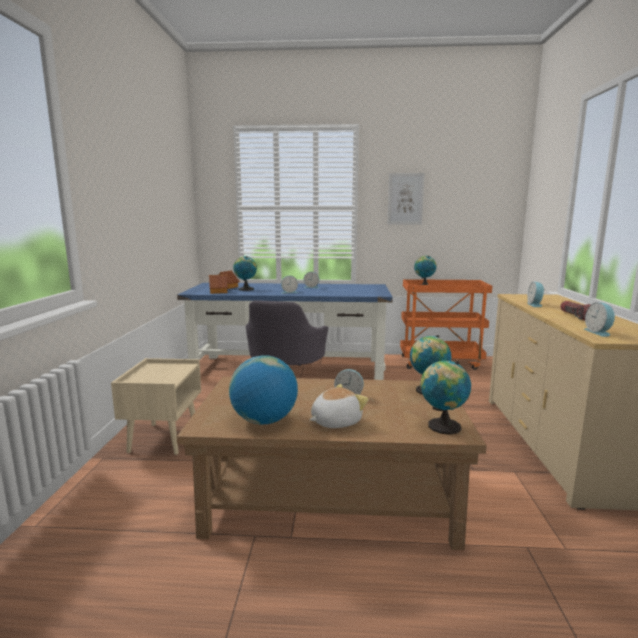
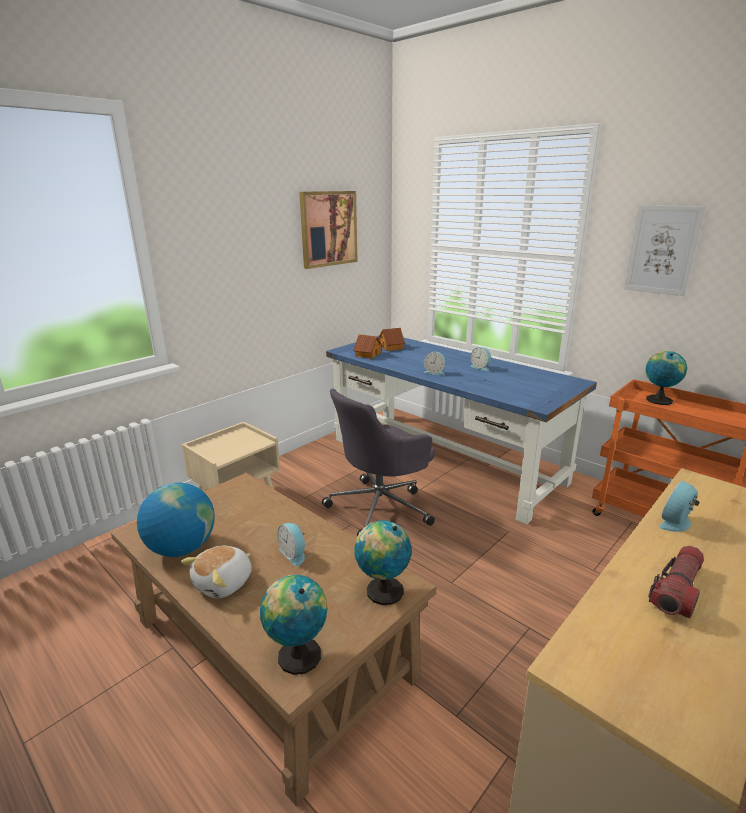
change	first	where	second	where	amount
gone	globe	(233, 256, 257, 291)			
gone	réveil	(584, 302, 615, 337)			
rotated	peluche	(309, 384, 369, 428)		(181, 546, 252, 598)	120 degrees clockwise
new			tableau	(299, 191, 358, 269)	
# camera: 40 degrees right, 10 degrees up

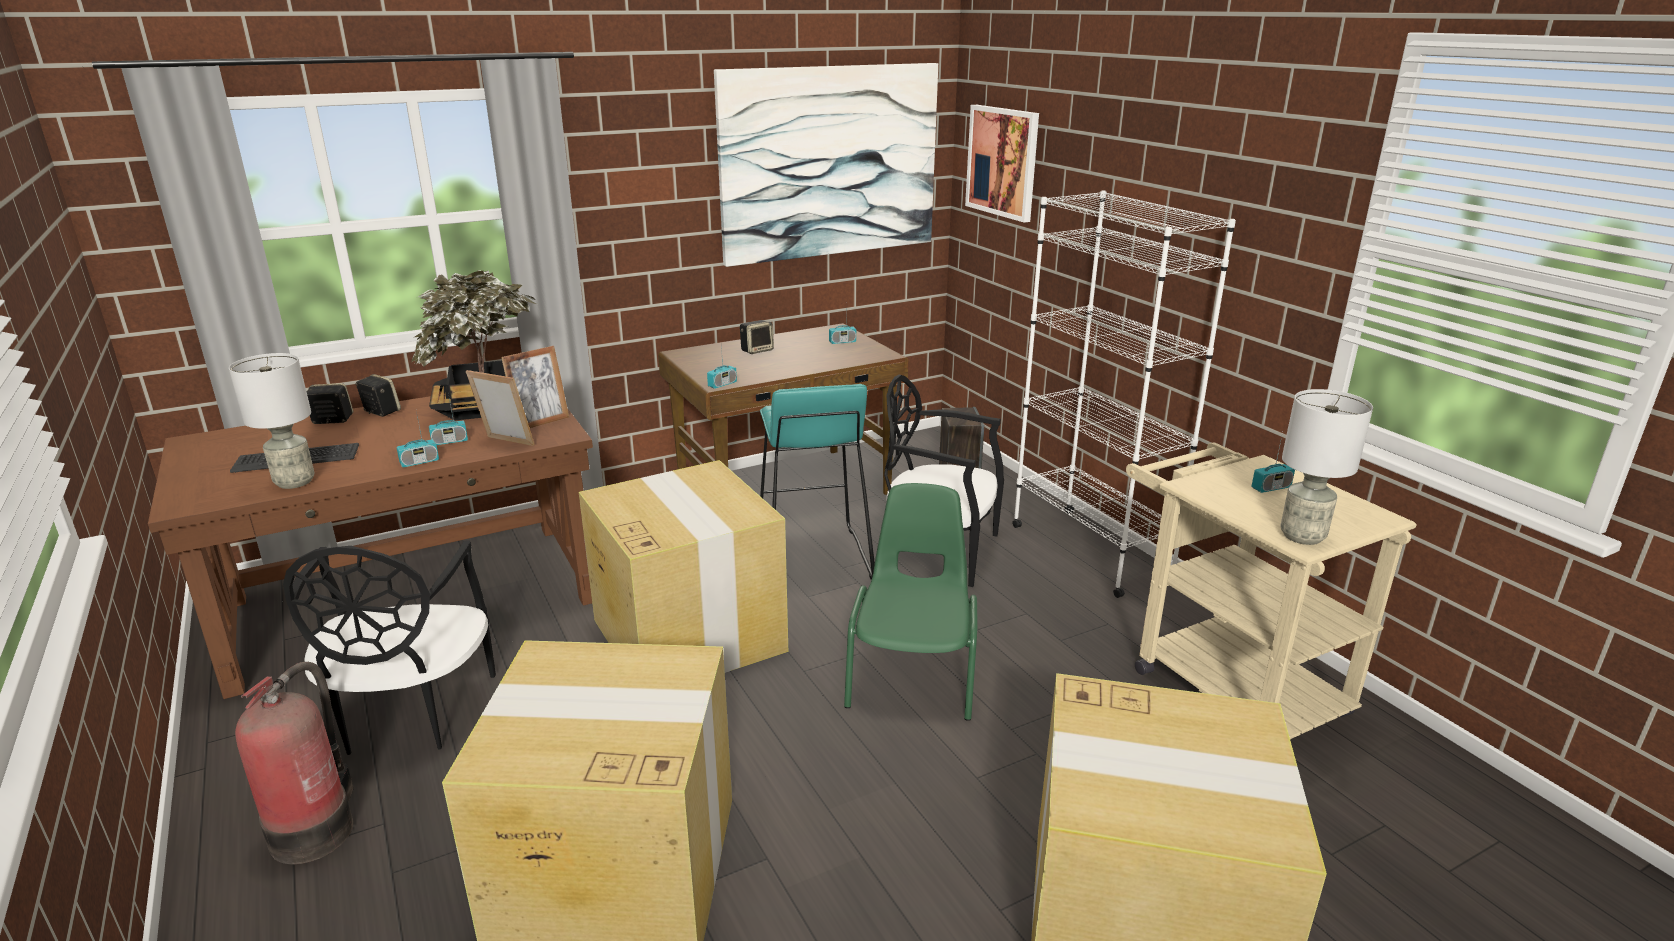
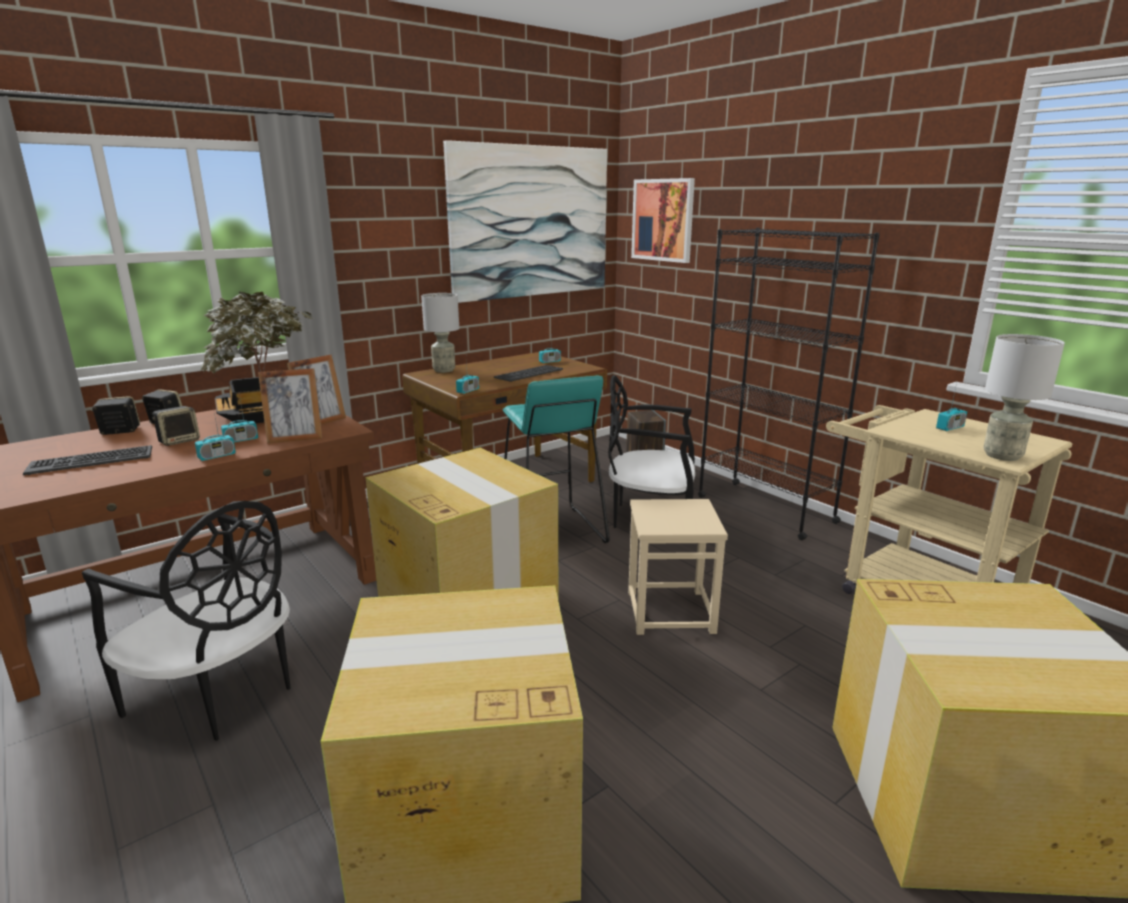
change	first	where	second	where	amount
repainted	bibliothèque/blanc	(1012, 190, 1236, 598)	bibliothèque/noir	(698, 228, 880, 540)	
shifted	enceinte	(740, 320, 774, 354)		(153, 406, 200, 446)	
shifted	lampe de table/gris	(229, 353, 314, 489)		(421, 293, 459, 373)	
rotated	cadre photo	(466, 370, 535, 446)		(258, 368, 322, 444)	150 degrees clockwise
swapped	chaise/vert	(844, 483, 978, 721)	tabouret/beige	(628, 499, 728, 635)	
rotated	chaise/noir	(283, 541, 496, 755)		(82, 501, 291, 741)	45 degrees counterclockwise
gone	extincteur	(235, 662, 354, 865)			
new			clavier	(494, 365, 563, 382)	
# camera: 10 degrees left, 5 degrees down

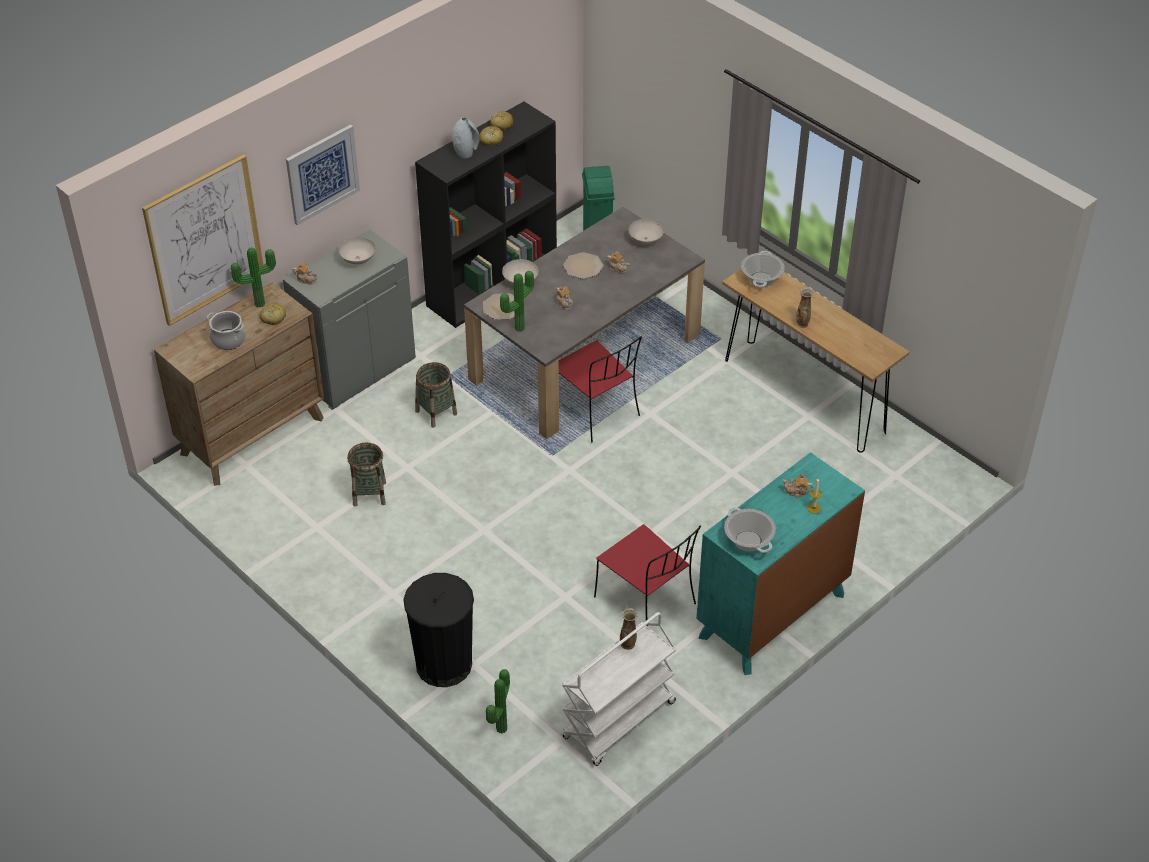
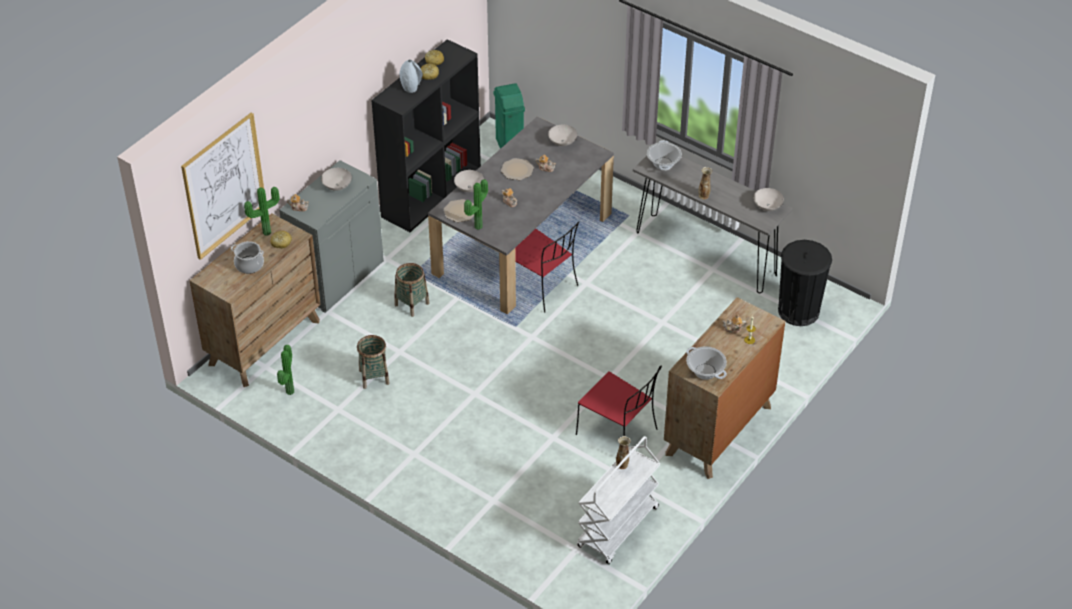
change	first	where	second	where	amount
gone	tableau	(286, 124, 360, 225)			
repainted	table console/marron	(722, 269, 910, 453)	table console/gris	(633, 156, 793, 293)	
repainted	commode/turquoise	(696, 452, 865, 675)	commode/marron	(664, 297, 785, 479)	
shifted	poubelle/noir	(403, 573, 474, 687)		(778, 240, 832, 326)	
shifted	plante en pot	(486, 669, 510, 734)		(277, 344, 294, 395)	
new			bol/blanc	(753, 188, 784, 211)	
# camera: 10 degrees left, 0 degrees up

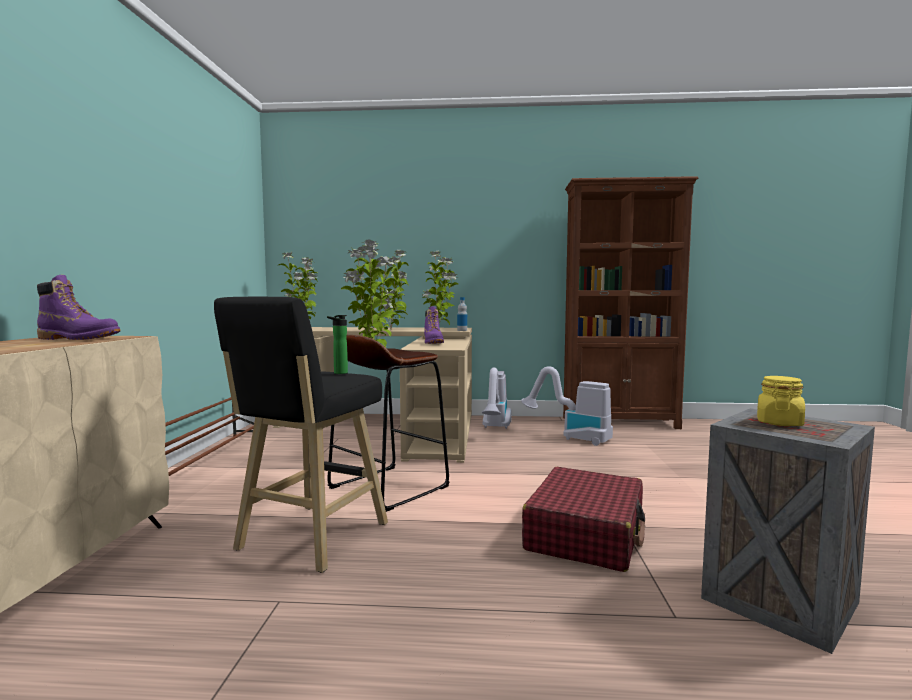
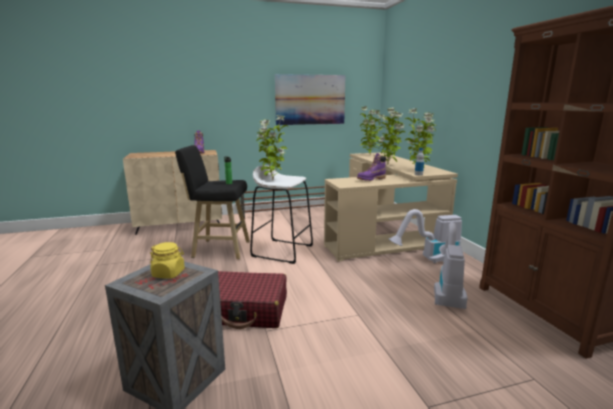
change	first	where	second	where	amount
repainted	tabouret/marron	(327, 335, 450, 512)	tabouret/blanc	(250, 165, 313, 264)	
new			tableau	(275, 74, 346, 125)	
# camera: 70 degrees right, 10 degrees up

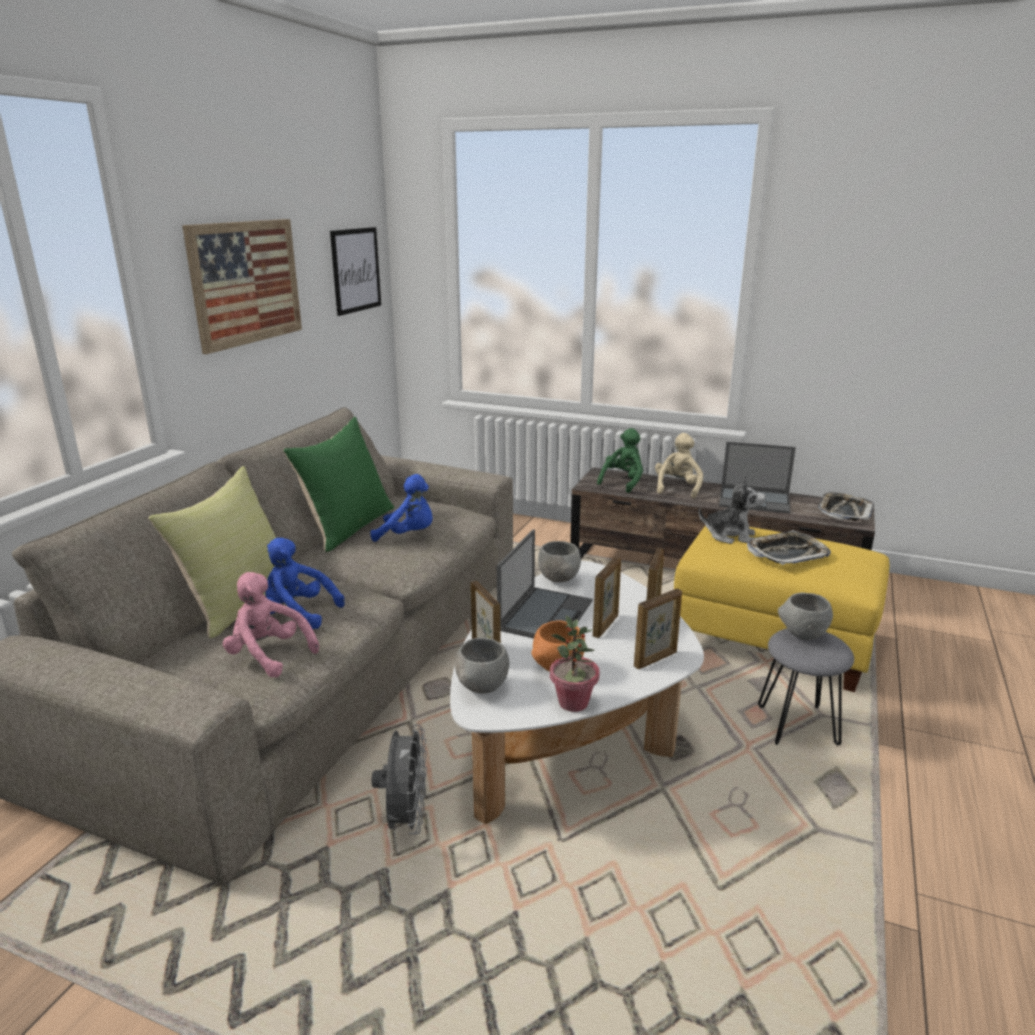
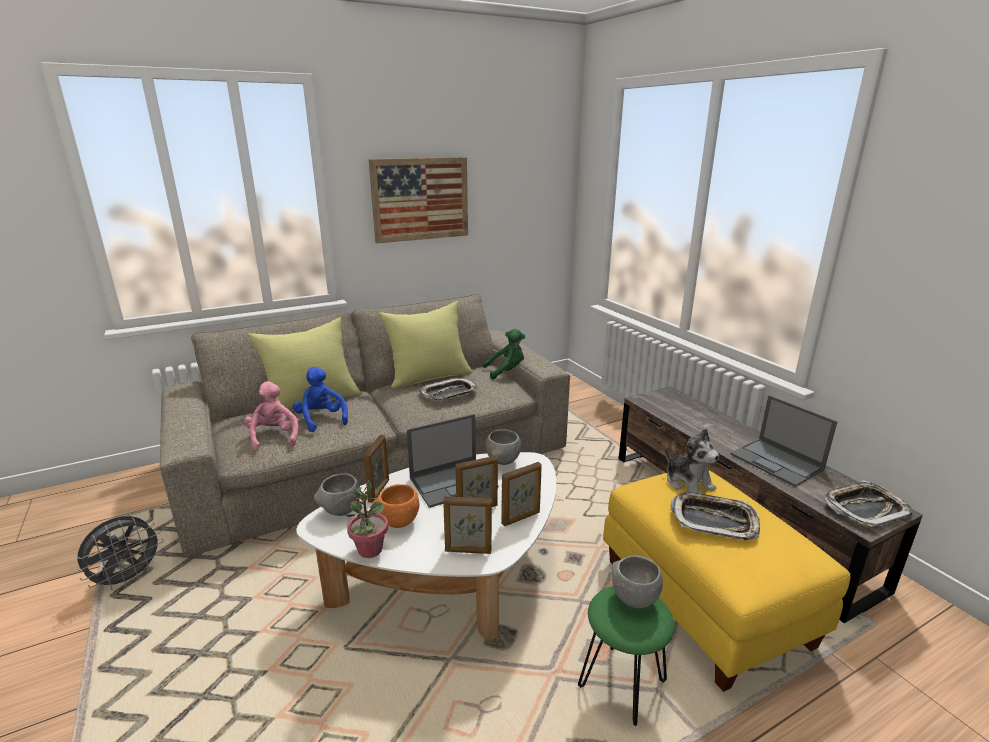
change	first	where	second	where	amount
gone	tableau	(330, 227, 381, 316)			
repainted	coussin/vert	(283, 417, 394, 552)	coussin/jaune	(378, 301, 473, 388)	
shifted	peluche/vert	(597, 428, 643, 493)		(483, 329, 525, 379)	
gone	peluche/beige	(655, 433, 703, 499)			
swapped	peluche/bleu	(370, 474, 433, 542)	plateau	(419, 378, 478, 400)	
repainted	tabouret/gris	(758, 628, 854, 746)	tabouret/vert	(578, 586, 675, 726)	
shifted	ventilateur/gris	(372, 724, 427, 834)		(76, 516, 164, 590)	
# camera: 40 degrees right, 0 degrees up

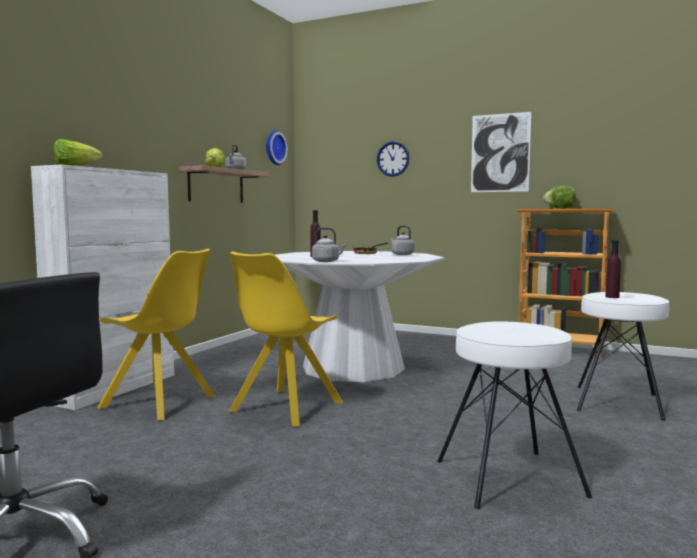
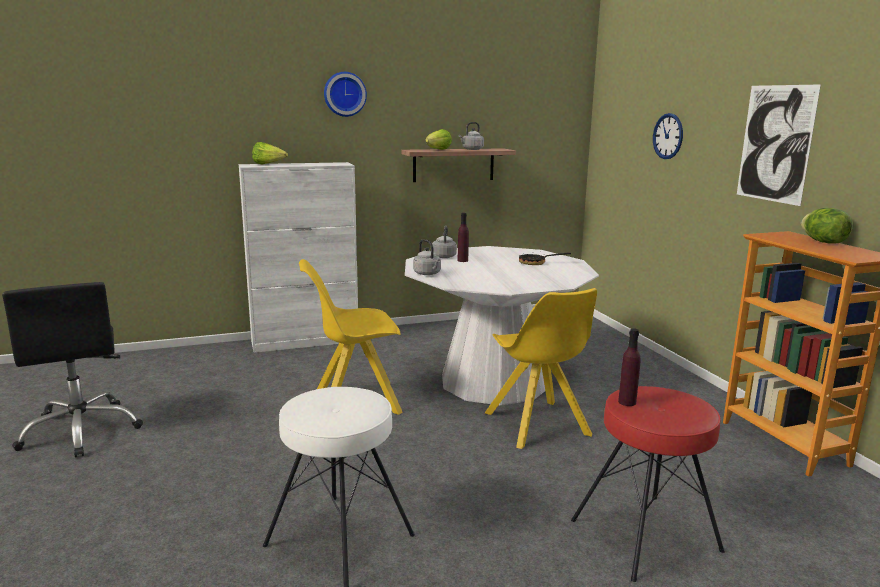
change	first	where	second	where	amount
shifted	horloge murale	(266, 130, 288, 165)		(324, 72, 367, 117)	
shifted	bouilloire/gris	(391, 225, 415, 255)		(432, 226, 457, 258)	
shifted	chaise/jaune	(98, 248, 216, 420)		(485, 288, 597, 449)	
repainted	tabouret/blanc	(577, 292, 669, 421)	tabouret/rouge	(571, 386, 725, 582)	
# camera: 45 degrees right, 10 degrees up

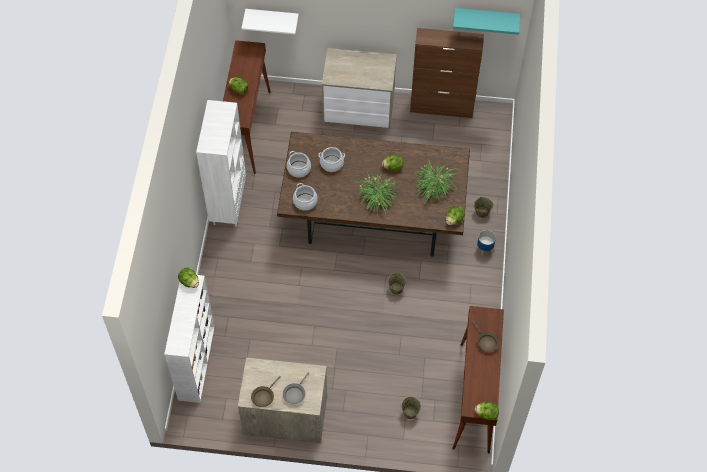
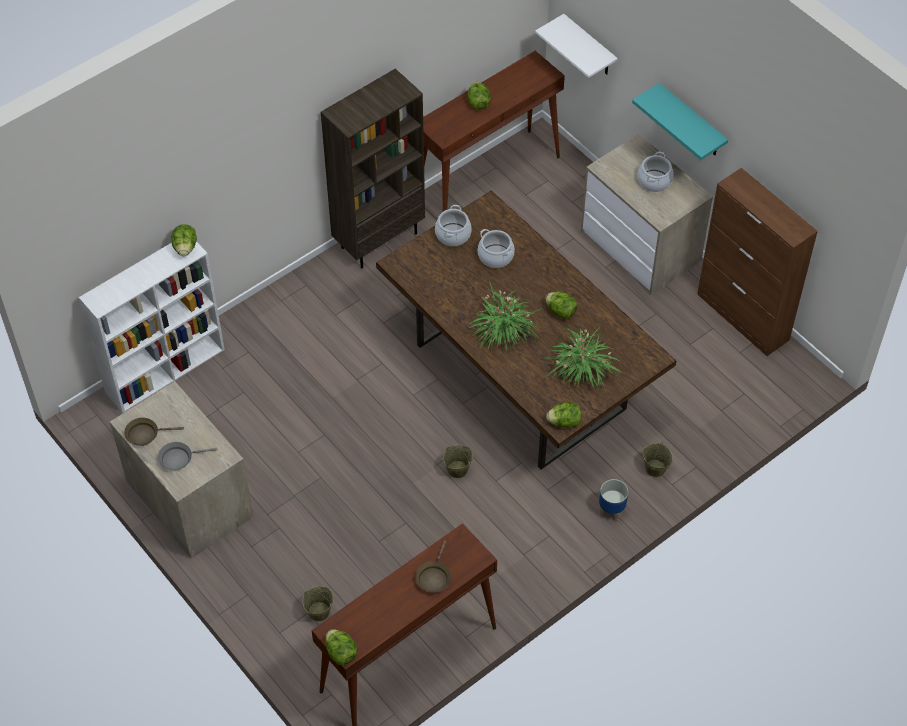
change	first	where	second	where	amount
shifted	étagère/turquoise	(453, 8, 520, 35)		(632, 83, 728, 160)	
repainted	bibliothèque/blanc	(196, 100, 246, 227)	bibliothèque/marron	(321, 69, 425, 268)	
shifted	marmite	(293, 183, 318, 211)		(638, 152, 674, 192)	
# camera: 45 degrees right, 5 degrees down

